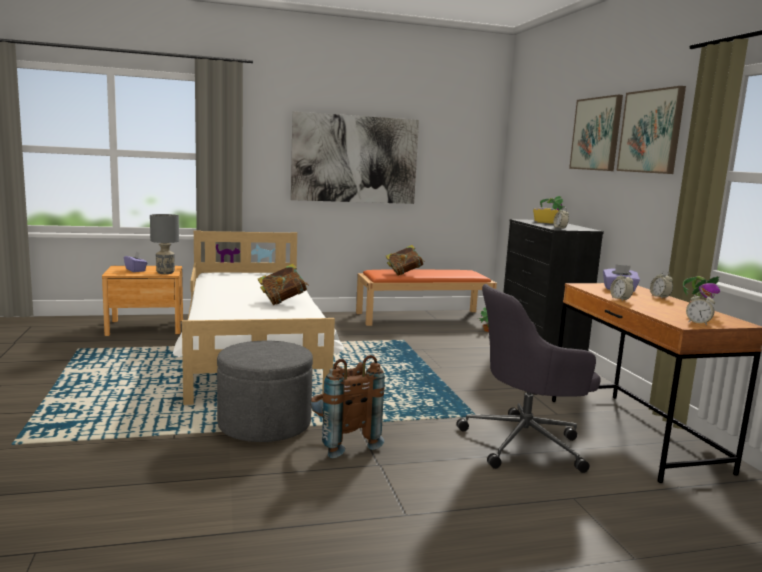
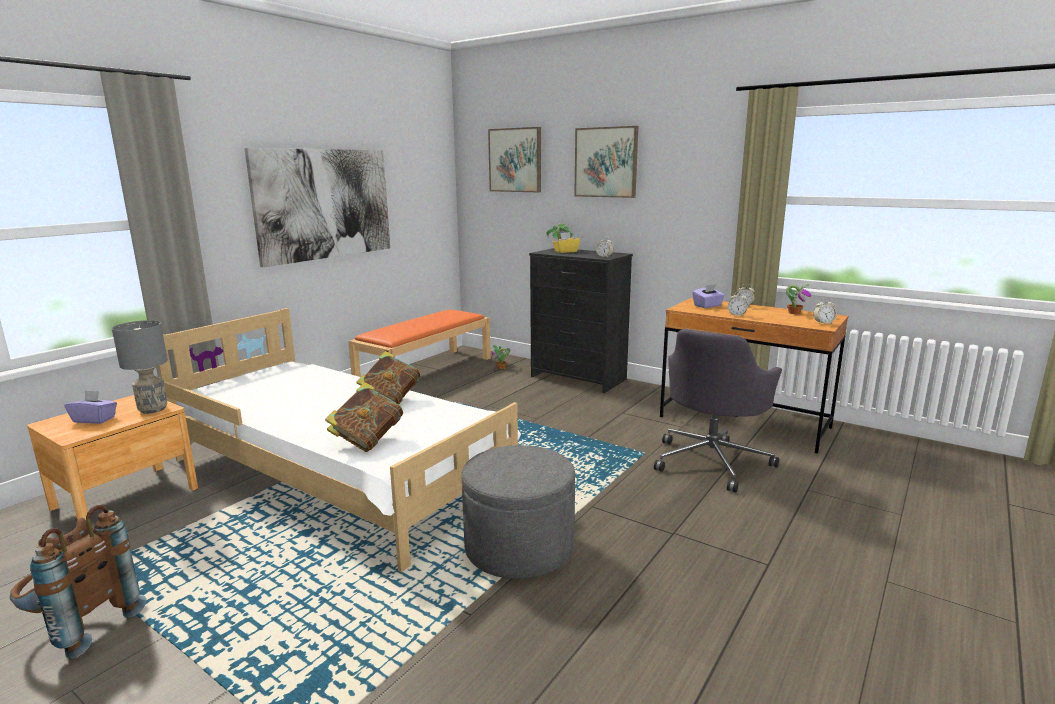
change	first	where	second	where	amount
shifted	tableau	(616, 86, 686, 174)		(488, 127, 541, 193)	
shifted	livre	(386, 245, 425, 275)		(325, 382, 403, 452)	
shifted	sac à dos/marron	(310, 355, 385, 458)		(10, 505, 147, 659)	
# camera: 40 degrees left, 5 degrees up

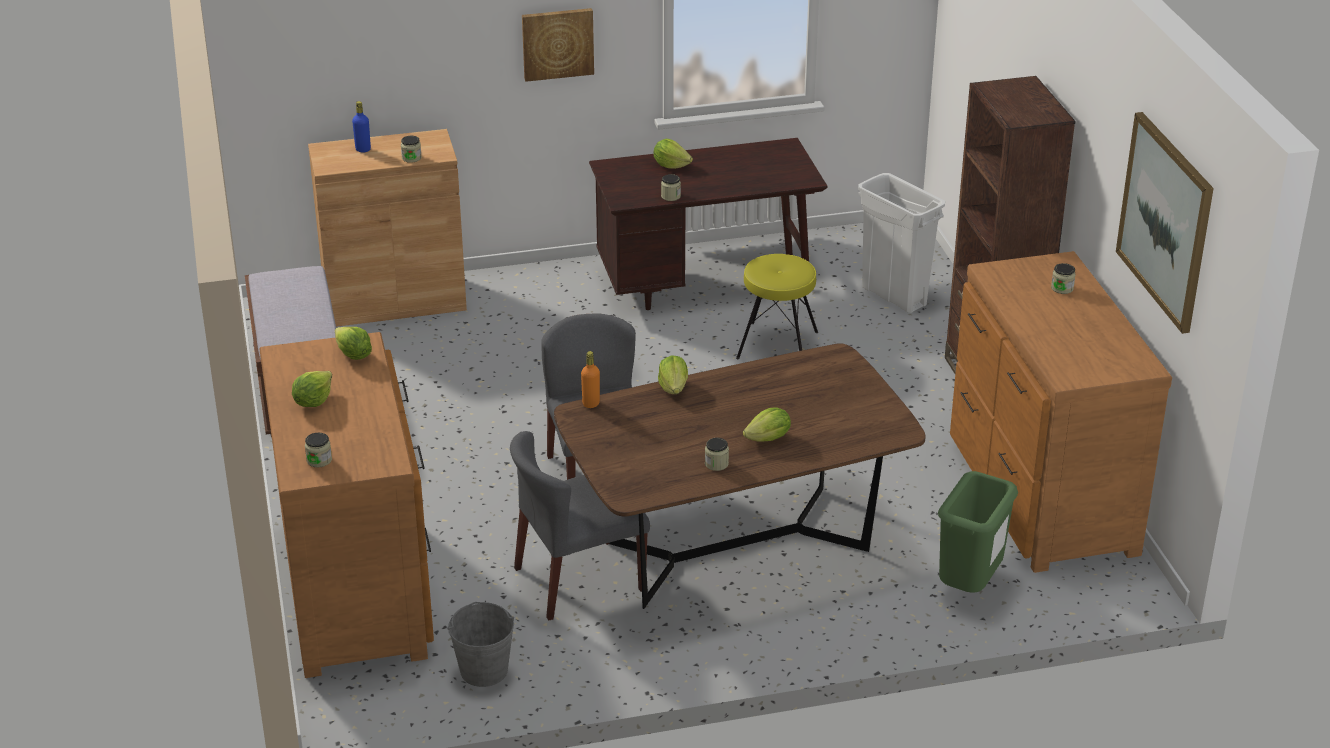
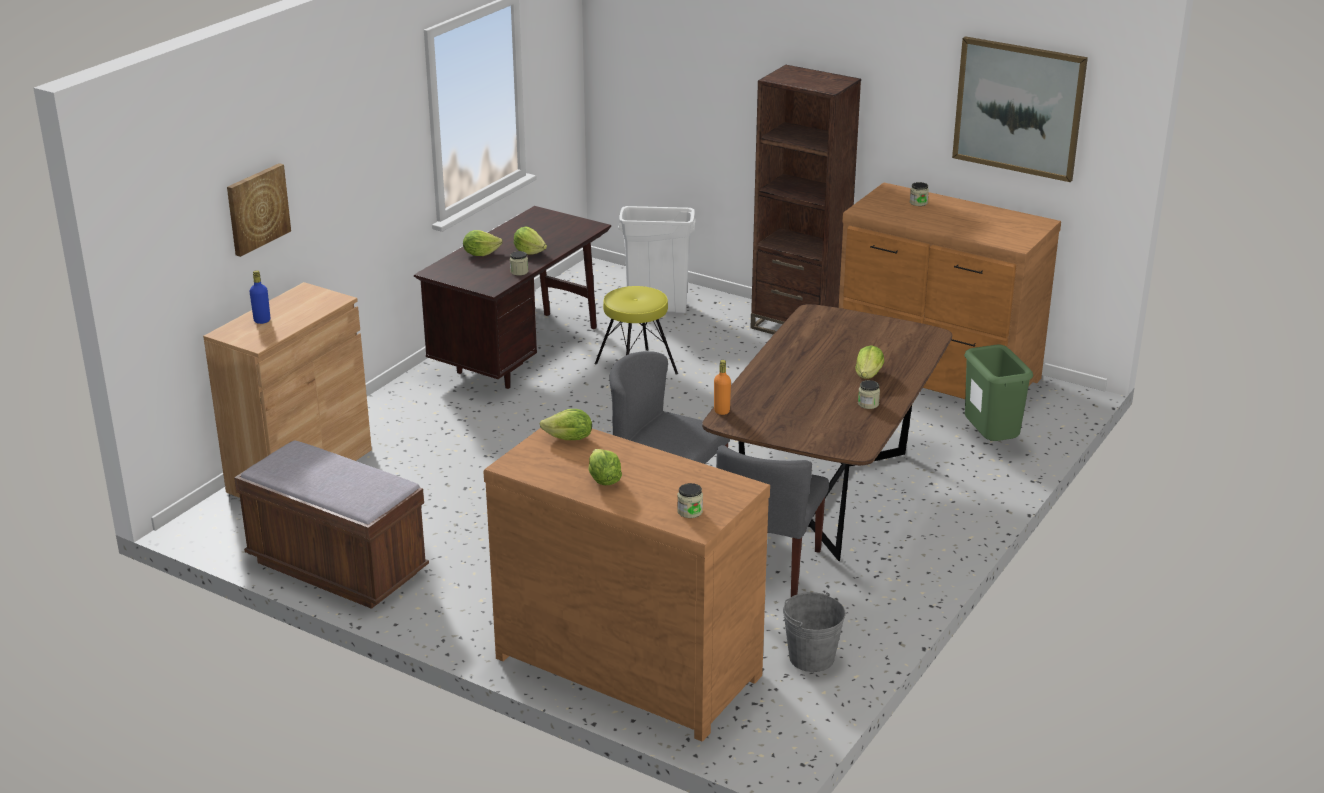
change	first	where	second	where	amount
shifted	tableau	(522, 8, 594, 82)		(227, 163, 291, 257)	
gone	bocal	(401, 136, 422, 163)			
shifted	laitue	(658, 355, 688, 394)		(514, 227, 547, 255)	
# camera: 45 degrees left, 5 degrees down

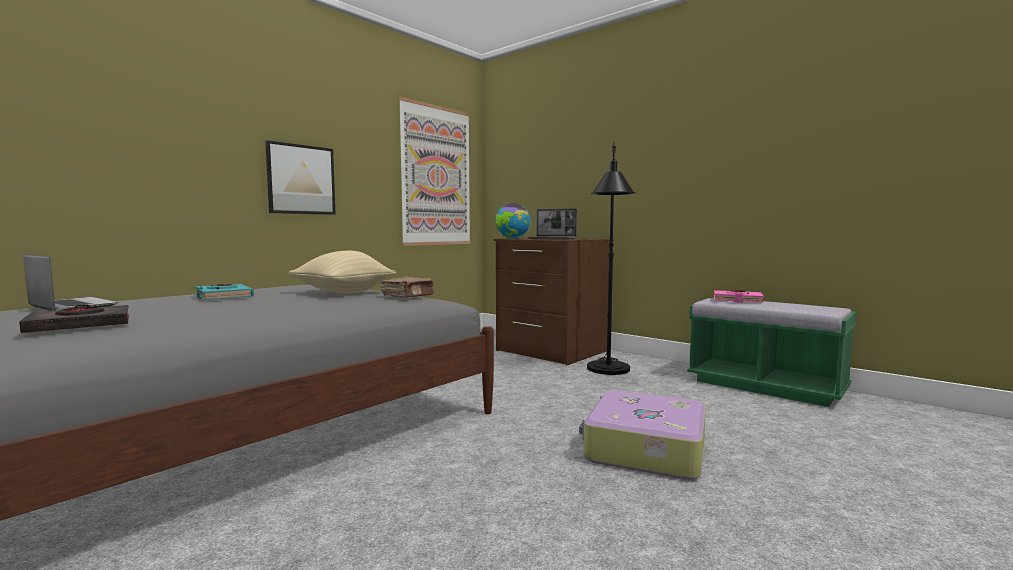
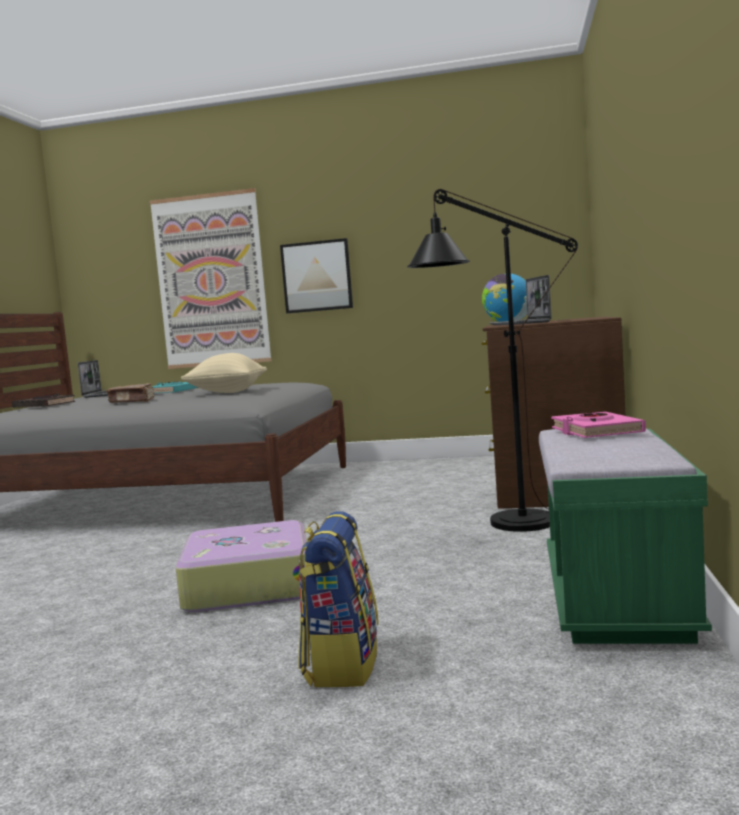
change	first	where	second	where	amount
shifted	tableau	(399, 97, 470, 246)		(150, 188, 272, 369)	
shifted	livre/marron	(381, 277, 434, 298)		(106, 383, 154, 403)	
new			sac à dos	(299, 511, 379, 687)	
# camera: 60 degrees right, 0 degrees up

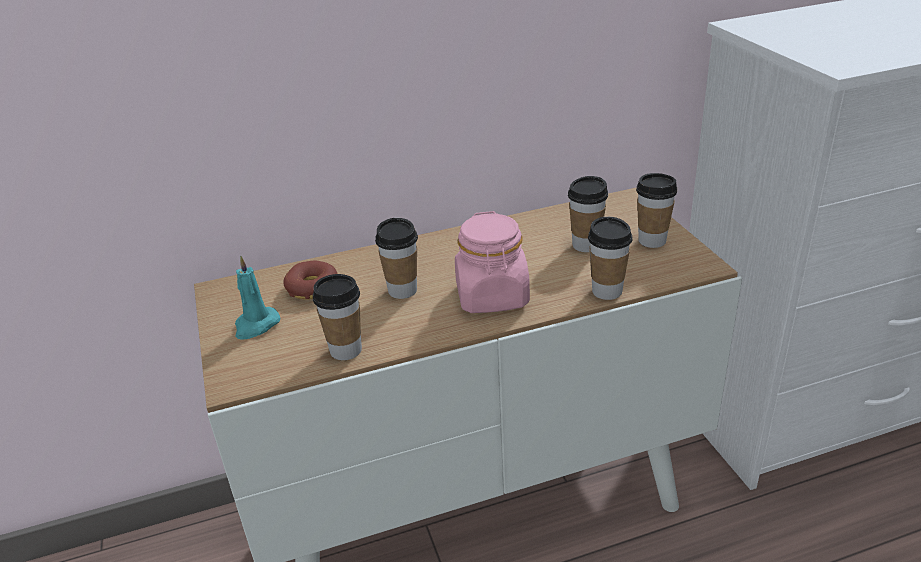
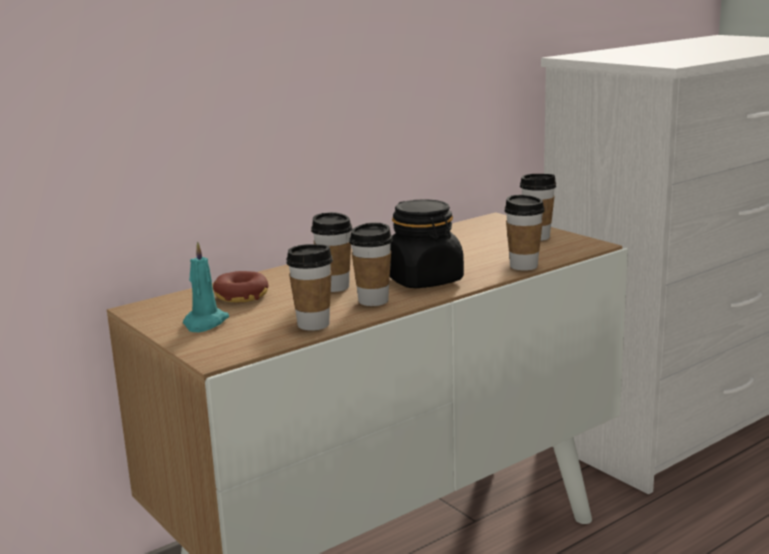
change	first	where	second	where	amount
shifted	tasse	(568, 176, 608, 252)		(349, 223, 393, 306)	
repainted	bocal/rose	(455, 211, 530, 313)	bocal/noir	(390, 199, 464, 288)	
# camera: 20 degrees left, 15 degrees down

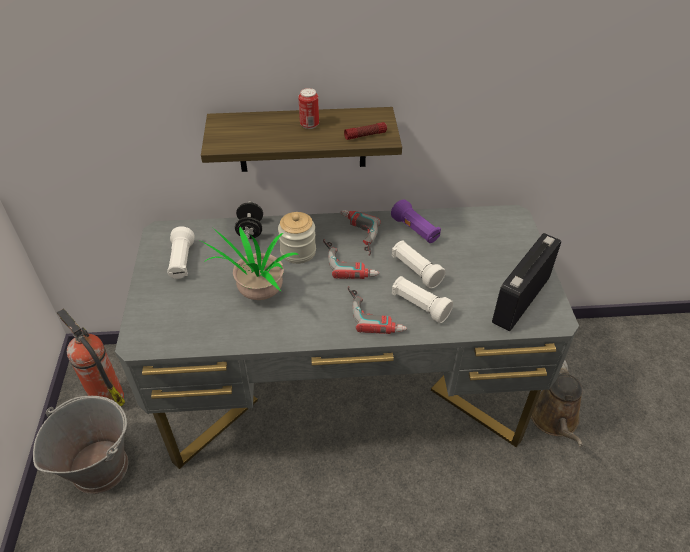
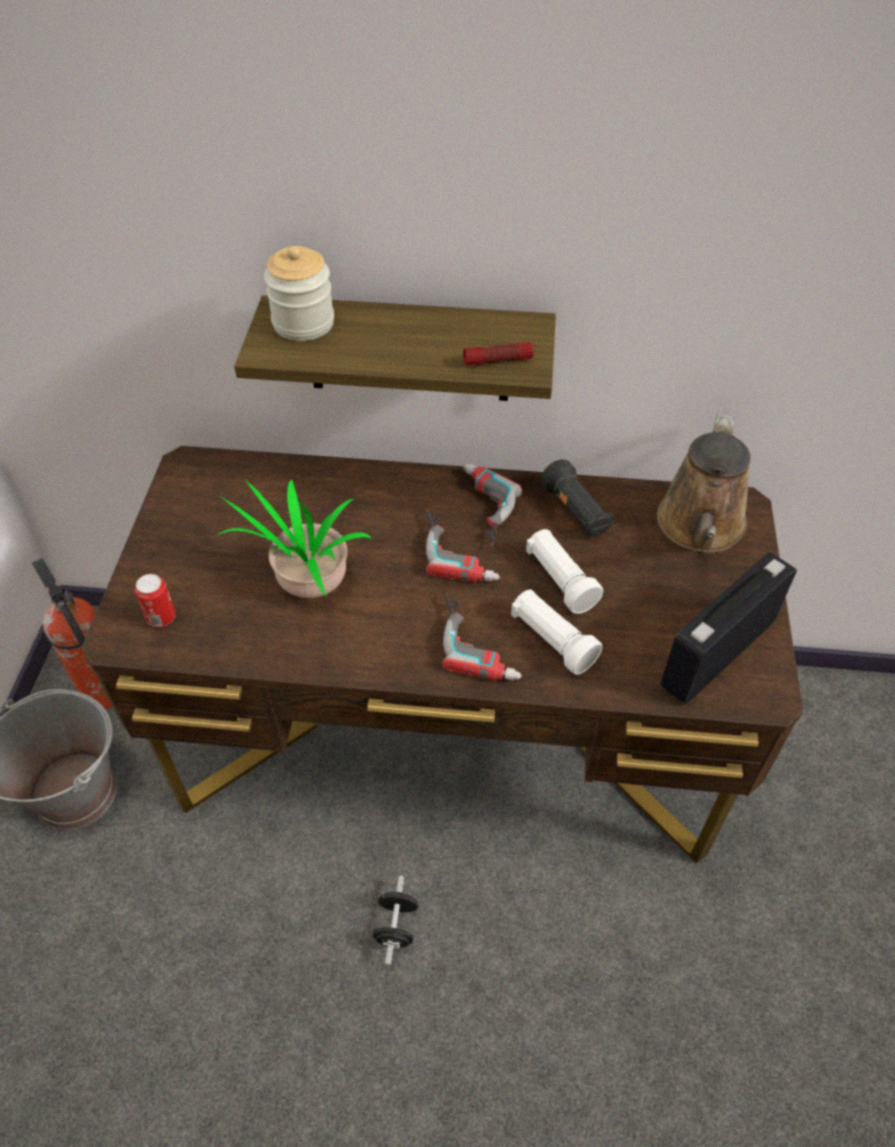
change	first	where	second	where	amount
shifted	boîte métallique	(298, 88, 319, 129)		(135, 574, 176, 627)	
repainted	lampe de poche/violet	(391, 199, 441, 243)	lampe de poche/noir	(541, 459, 613, 537)	
shifted	haltère/noir	(235, 201, 263, 241)		(373, 876, 418, 966)	
repainted	bureau/gris	(115, 205, 579, 469)	bureau/marron	(81, 446, 803, 863)	
shifted	bocal	(278, 212, 316, 264)		(264, 246, 334, 341)	
gone	lampe de poche/blanc	(167, 226, 195, 279)			
shifted	arrosoir/marron	(531, 360, 583, 447)		(657, 413, 751, 553)	
# camera: 10 degrees right, 5 degrees up

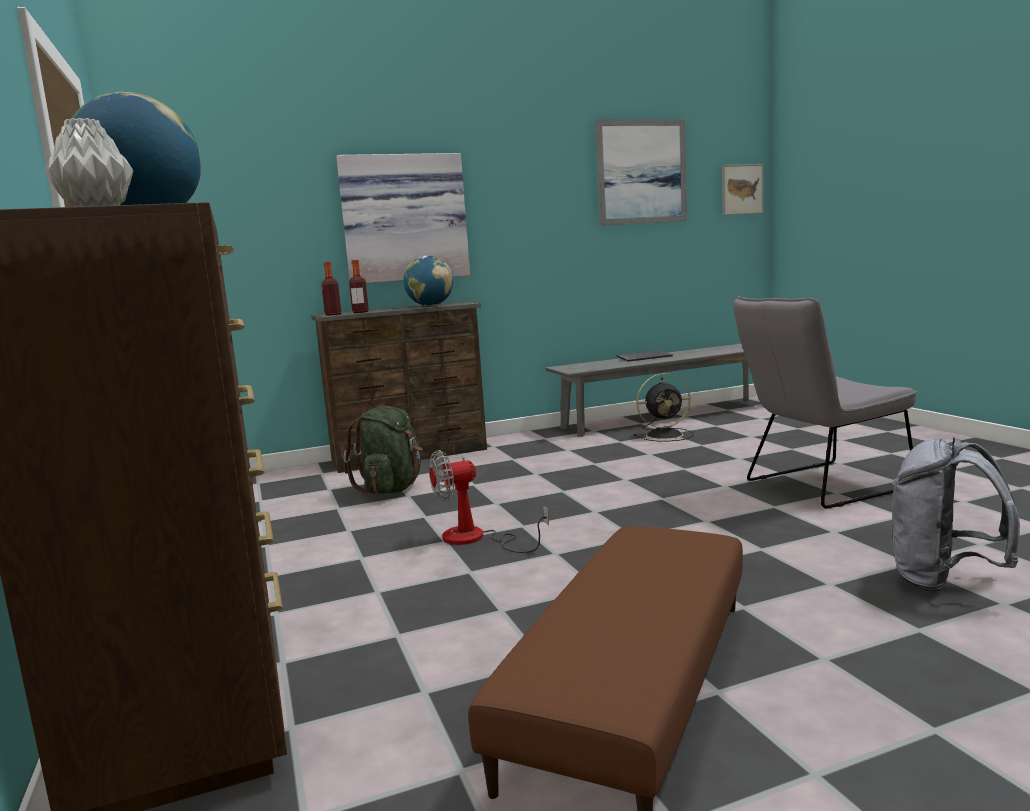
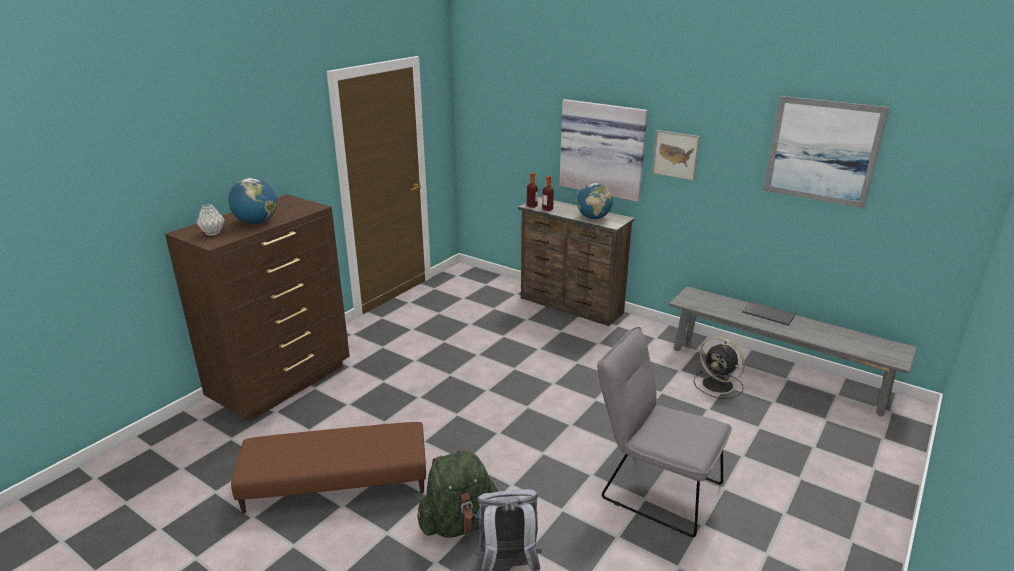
change	first	where	second	where	amount
shifted	tableau	(722, 164, 764, 215)		(652, 130, 700, 181)	
shifted	sac à dos/vert	(344, 406, 423, 494)		(417, 449, 499, 538)	
gone	ventilateur	(429, 450, 549, 553)			
# camera: 55 degrees right, 15 degrees up

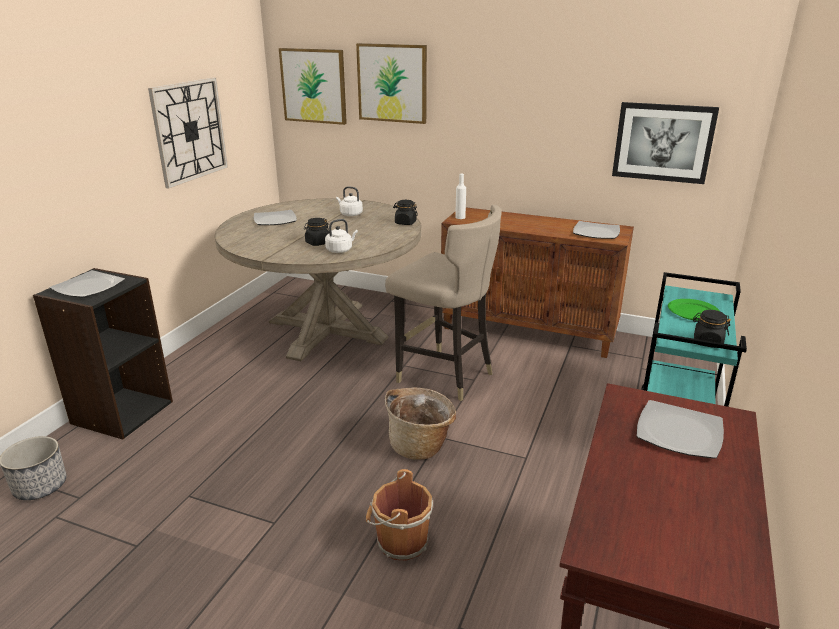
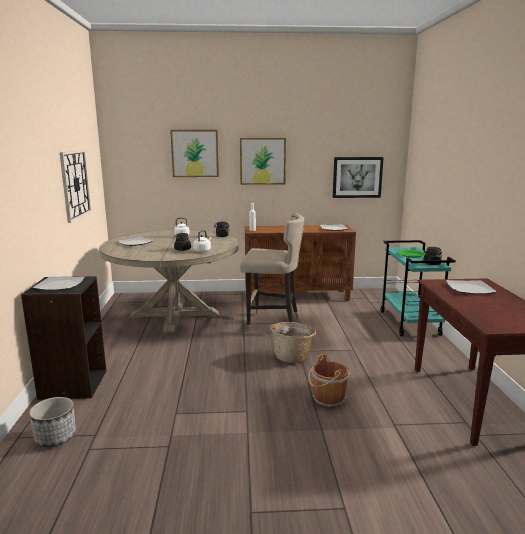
change	first	where	second	where	amount
shifted	tableau	(279, 48, 347, 125)		(240, 138, 286, 185)	
# camera: 25 degrees left, 10 degrees down

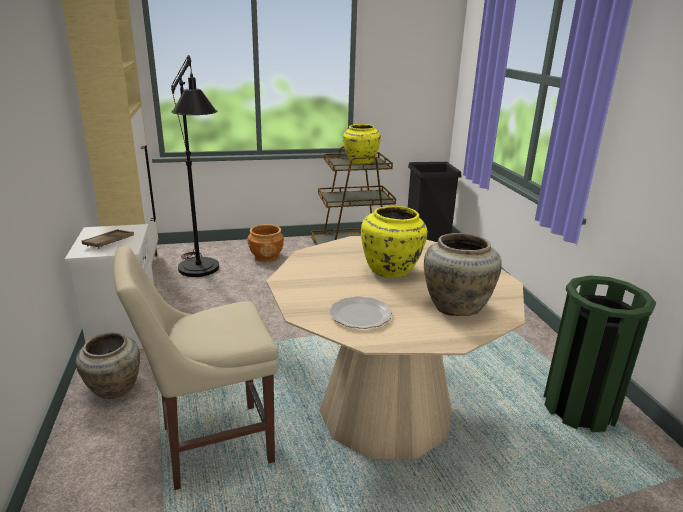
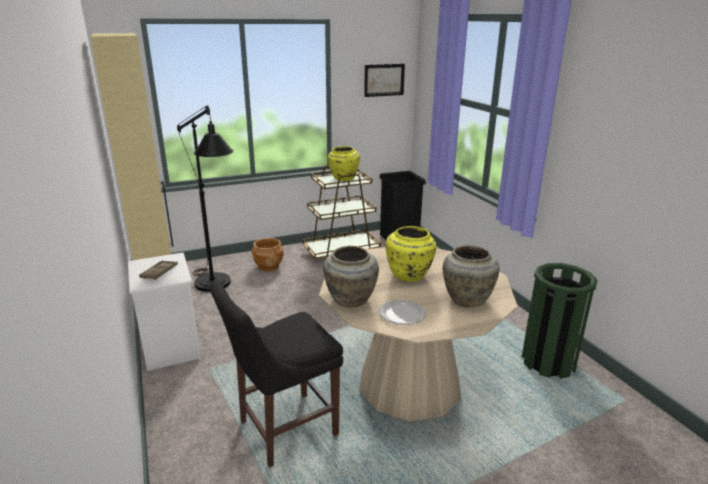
change	first	where	second	where	amount
repainted	chaise/beige	(113, 246, 278, 490)	chaise/noir	(209, 281, 343, 468)	
shifted	vase/beige	(76, 333, 140, 399)		(323, 246, 379, 307)	
new			tableau	(364, 64, 405, 97)	
# camera: 10 degrees left, 0 degrees up

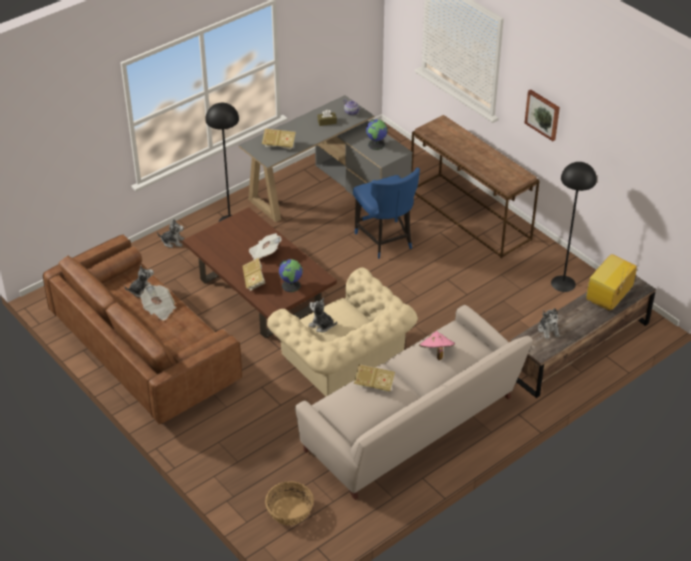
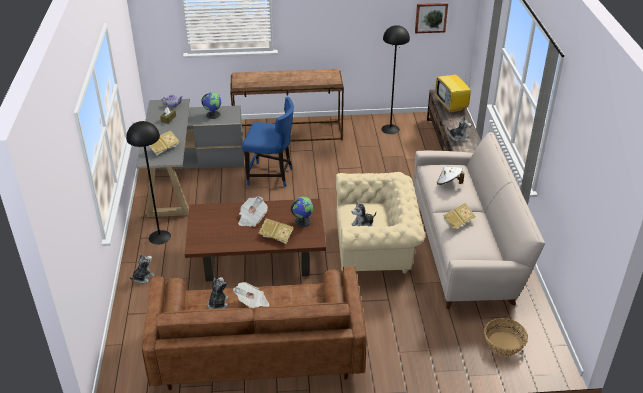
change	first	where	second	where	amount
shifted	tableau	(525, 90, 560, 141)		(415, 3, 448, 33)	
repainted	chapeau/rose	(419, 331, 455, 360)	chapeau/blanc	(437, 167, 465, 185)	
# camera: 55 degrees left, 5 degrees down

